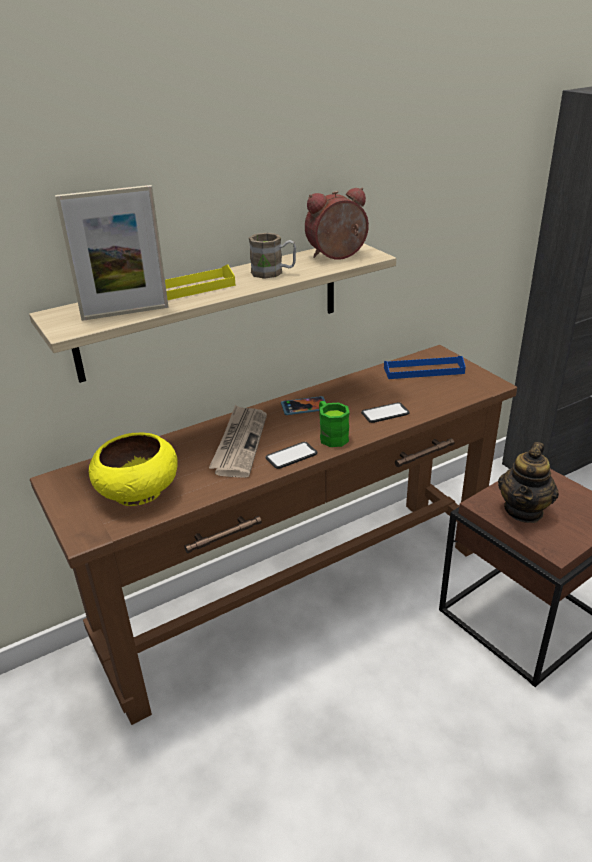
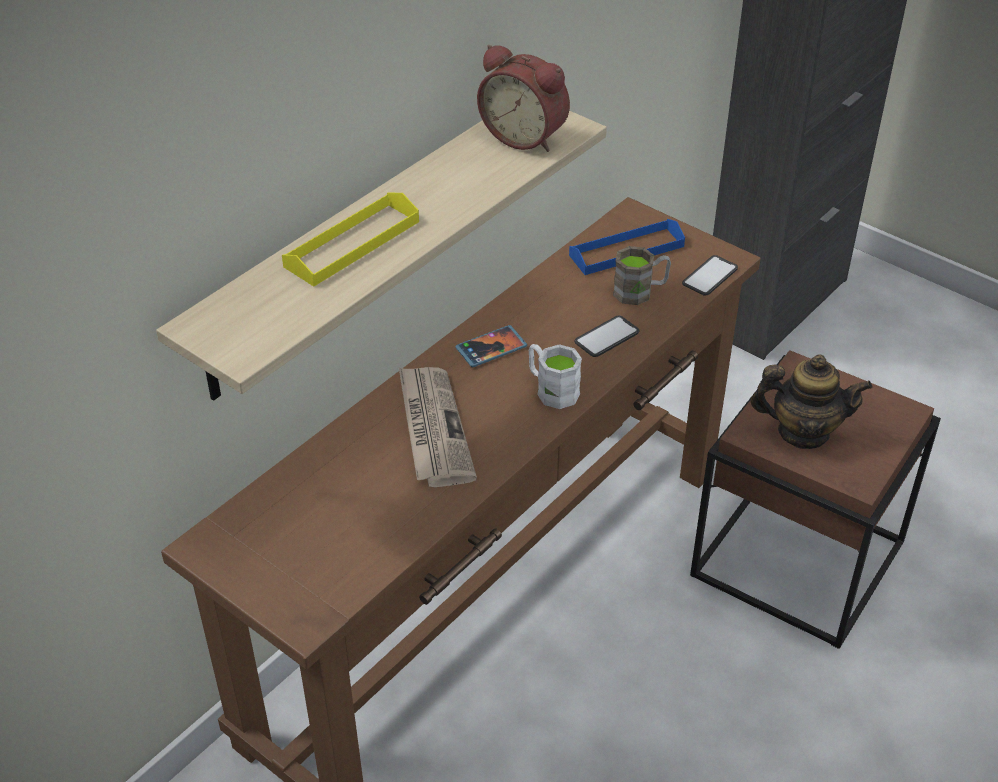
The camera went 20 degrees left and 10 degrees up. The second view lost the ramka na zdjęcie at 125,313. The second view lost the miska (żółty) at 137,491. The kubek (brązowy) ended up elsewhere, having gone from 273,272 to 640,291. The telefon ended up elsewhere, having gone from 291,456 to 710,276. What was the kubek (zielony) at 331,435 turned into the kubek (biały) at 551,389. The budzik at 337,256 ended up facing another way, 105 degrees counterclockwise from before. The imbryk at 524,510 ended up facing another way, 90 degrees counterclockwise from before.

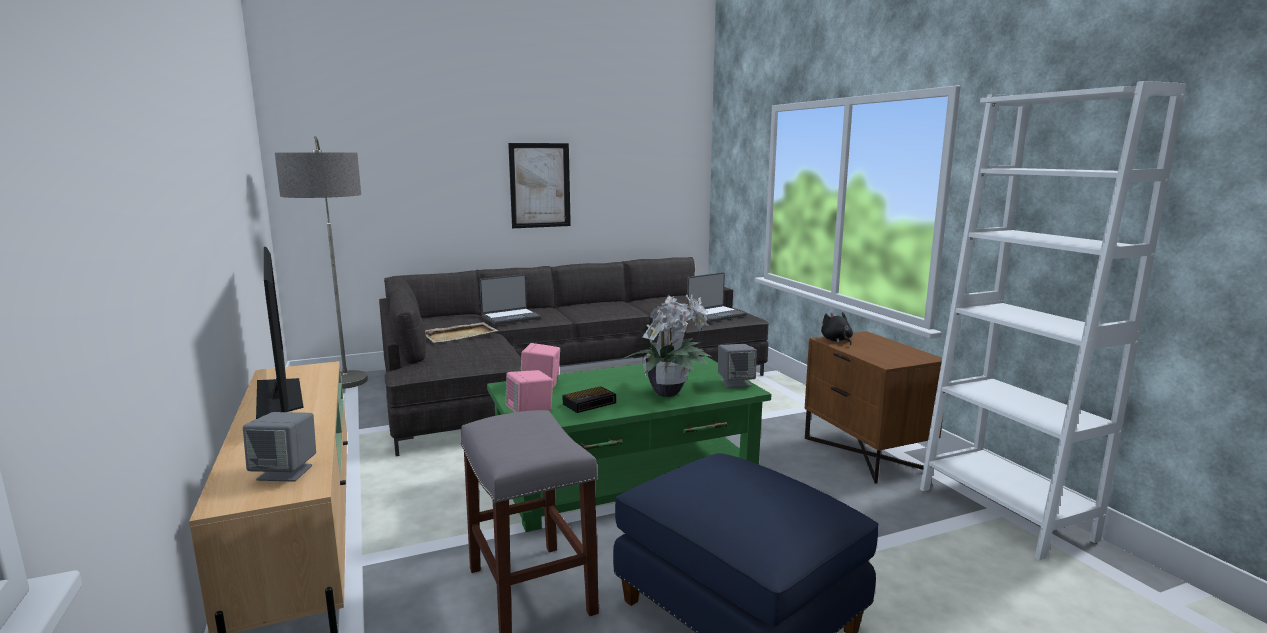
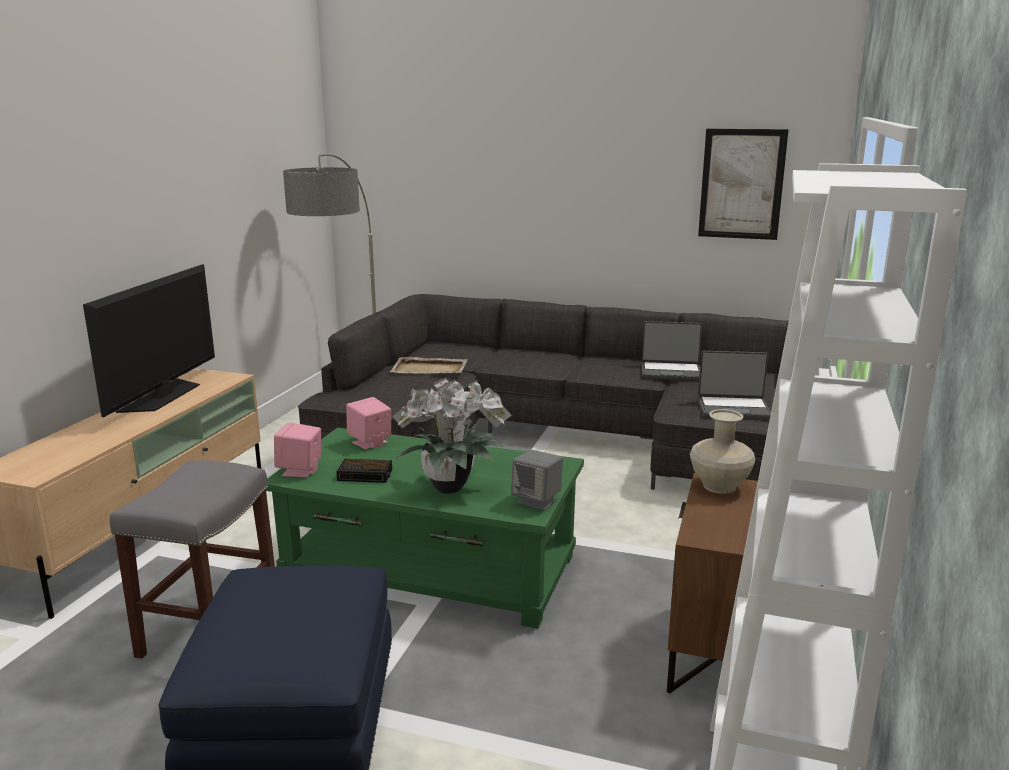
The camera went 40 degrees right and 5 degrees up. The second view lost the głośnik (szary) at 286,472. The laptop ended up elsewhere, having gone from 511,317 to 671,372. The obraz ended up elsewhere, having gone from 540,185 to 741,184. Where the pluszak (czarny) stood at 836,340, the wazon (beżowy) came to stand at 718,486.

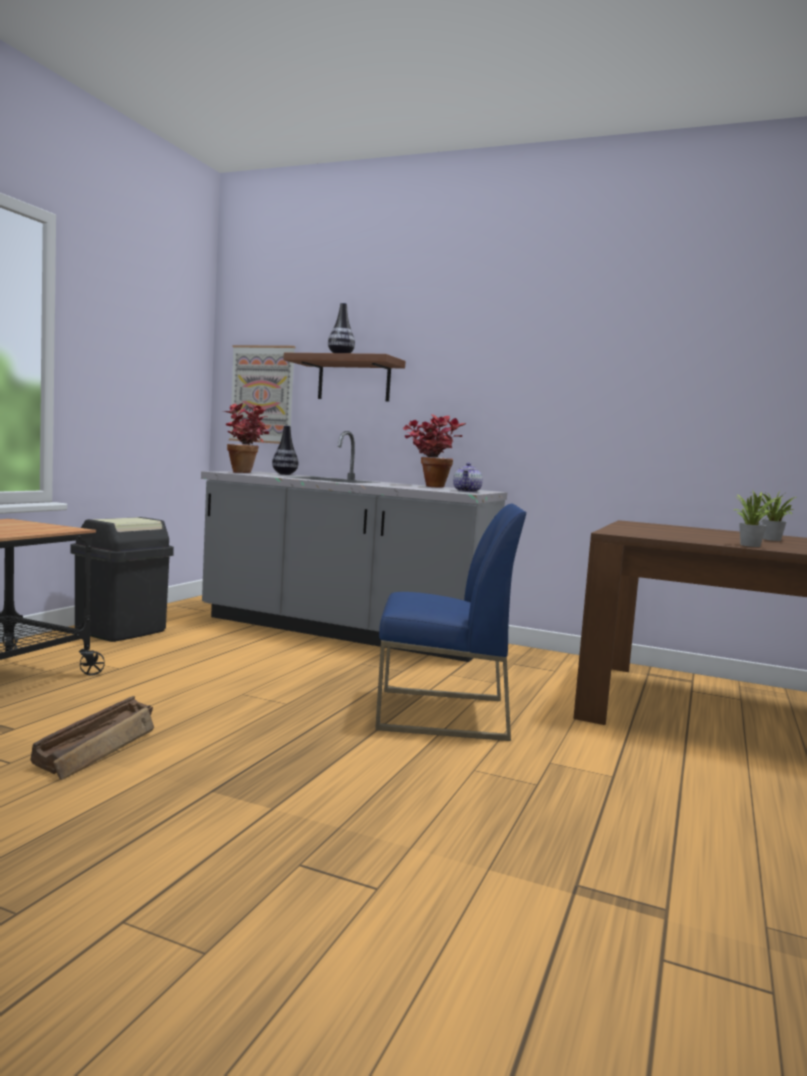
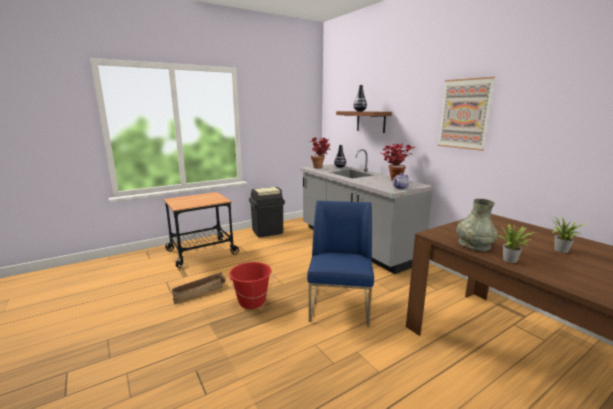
The camera went 35 degrees right and 10 degrees up. The second view gained the wiadro (czerwony) at 252,302. The second view gained the wazon (szary) at 474,245. The obraz ended up elsewhere, having gone from 262,394 to 464,114. The krzesło (niebieski) at 441,714 ended up facing another way, 120 degrees counterclockwise from before.

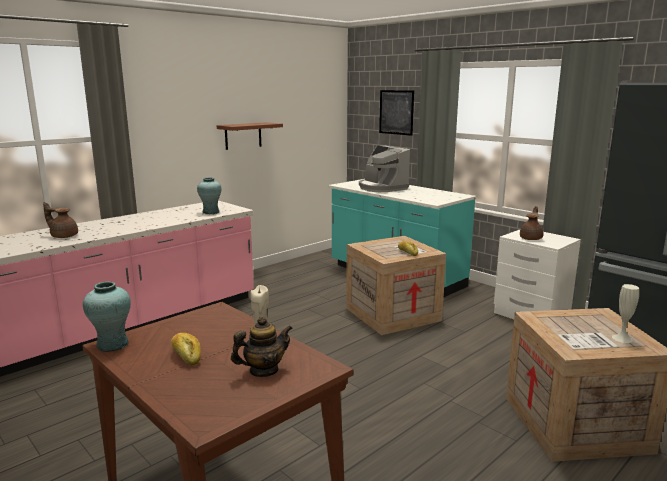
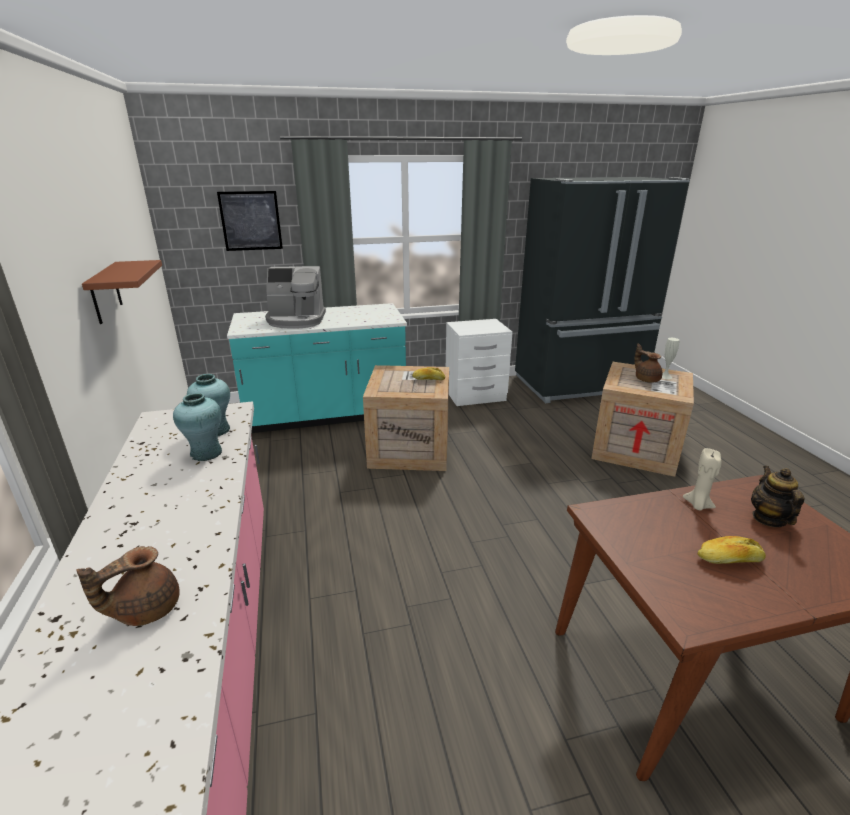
The camera went 60 degrees left and 10 degrees up. The wazon (turkusowy) ended up elsewhere, having gone from 112,344 to 206,453. The imbryk (brązowy) ended up elsewhere, having gone from 531,238 to 646,379.

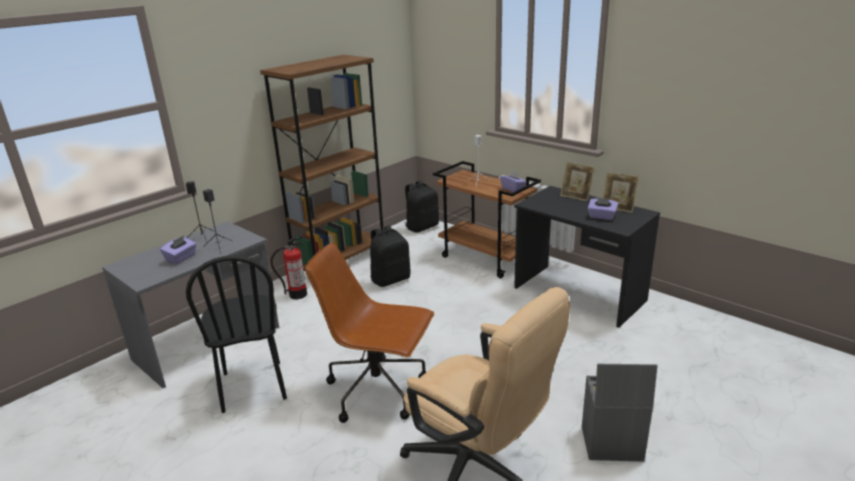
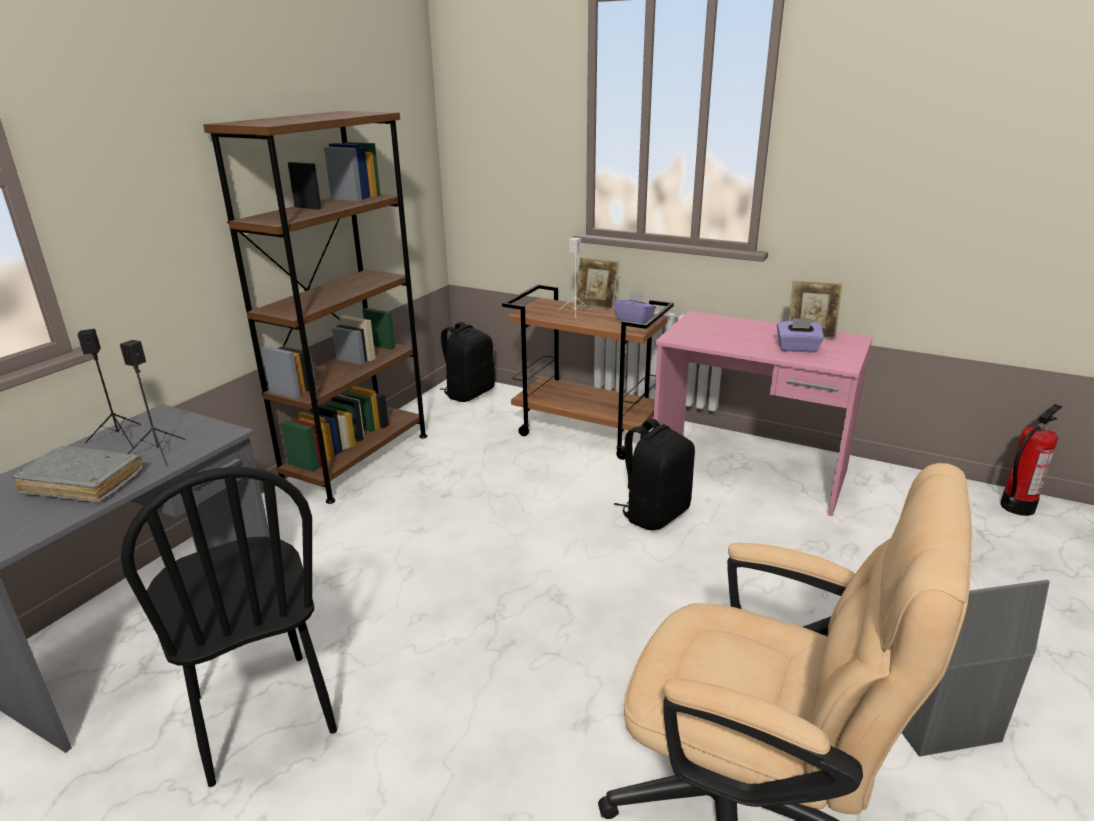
The camera went 15 degrees left and 0 degrees up. The second view lost the krzesło biurowe (brązowy) at 379,391. The gaśnica ended up elsewhere, having gone from 298,294 to 1016,507. The plecak (czarny) ended up elsewhere, having gone from 390,279 to 654,514. The ramka na zdjęcie ended up elsewhere, having gone from 576,197 to 596,306. Where the pudełko chusteczek (fioletowy) stood at 181,258, the książka (szary) came to stand at 83,483. What was the biurko (czarny) at 578,295 turned into the biurko (różowy) at 748,472.

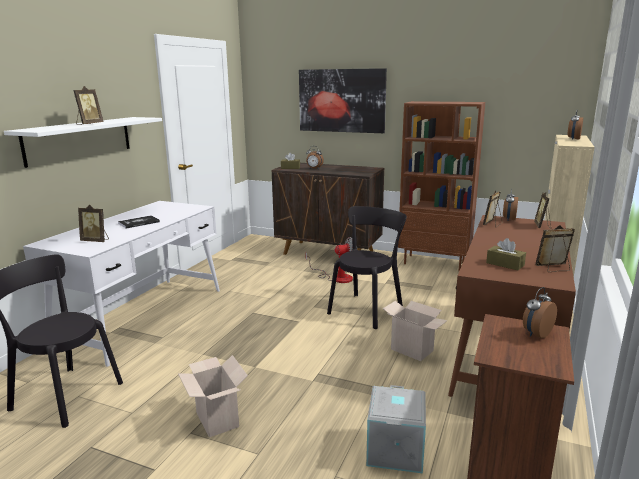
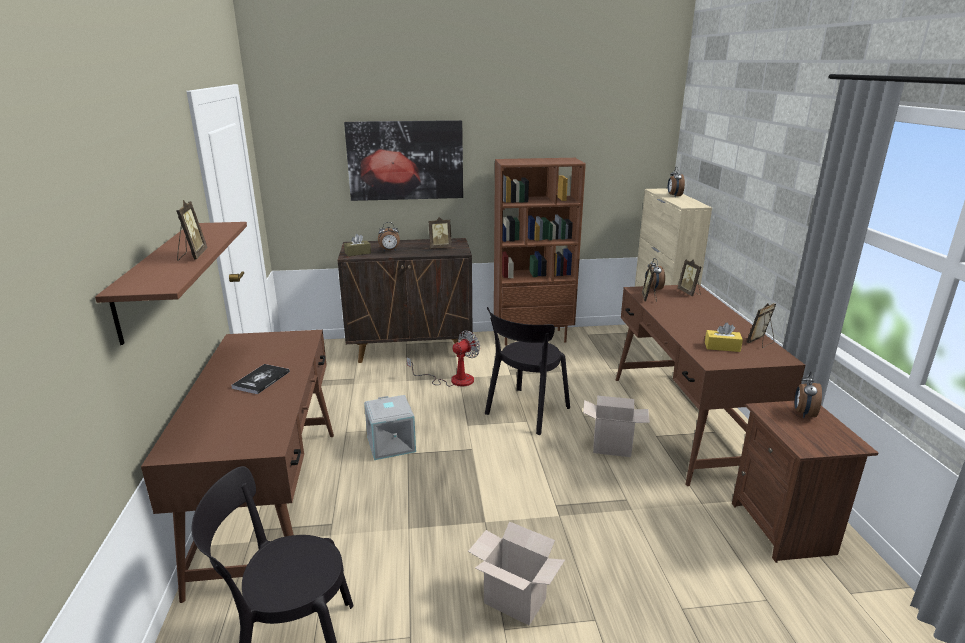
The camera went 30 degrees left and 5 degrees up. The ramka na zdjęcie ended up elsewhere, having gone from 96,241 to 440,247. The pojemnik do przechowywania (szary) ended up elsewhere, having gone from 396,450 to 392,444. What was the półka (biały) at 79,140 turned into the półka (brązowy) at 156,278. What was the biurko (biały) at 143,316 turned into the biurko (brązowy) at 271,503. What was the pudełko chusteczek (brązowy) at 505,264 turned into the pudełko chusteczek (żółty) at 722,347. The krzesło (czarny) at 367,309 ended up facing another way, 150 degrees counterclockwise from before.

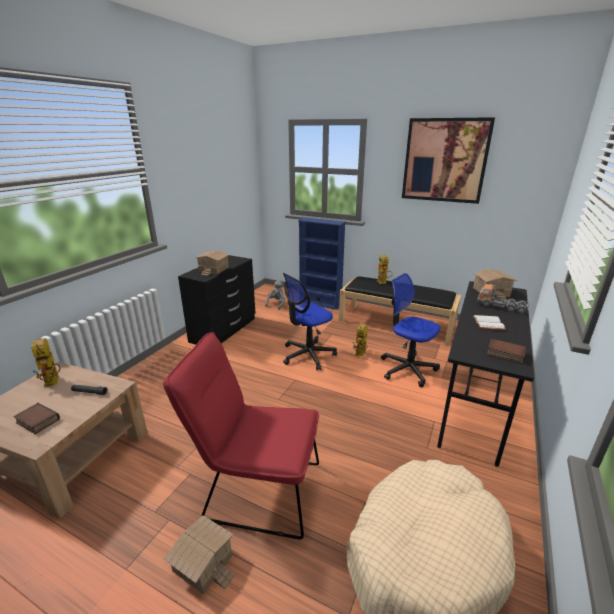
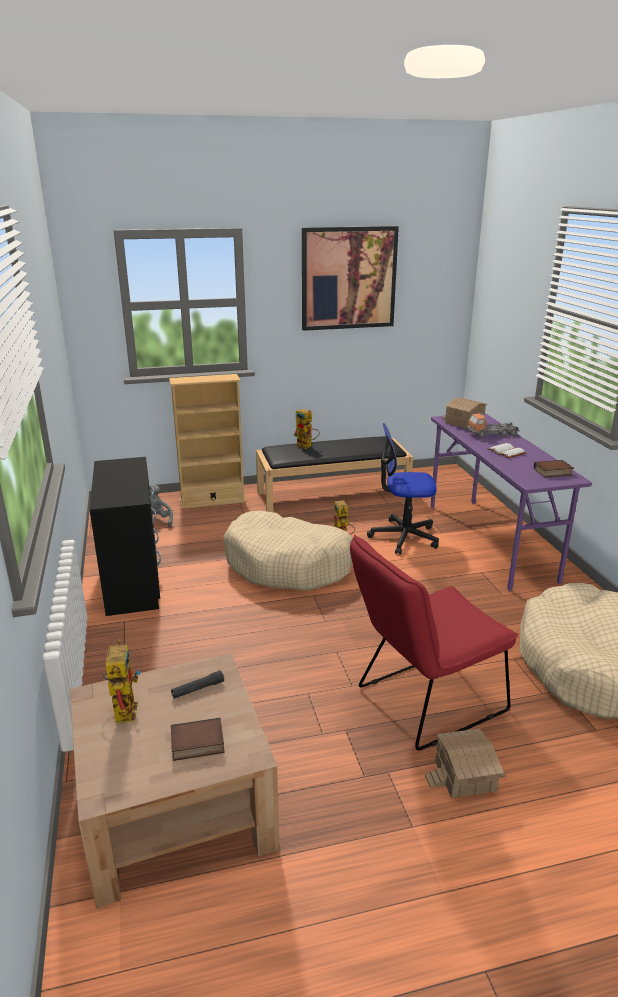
The camera went 40 degrees left and 0 degrees up. The second view lost the domek at 214,269. Where the krzesło biurowe stood at 308,355, the legowisko (beżowy) came to stand at 288,565. What was the regał (niebieski) at 320,303 turned into the regał (beżowy) at 212,501. What was the biurko (czarny) at 475,401 turned into the biurko (fioletowy) at 490,541. The robot zabawkowy at 53,383 ended up facing another way, 120 degrees counterclockwise from before.

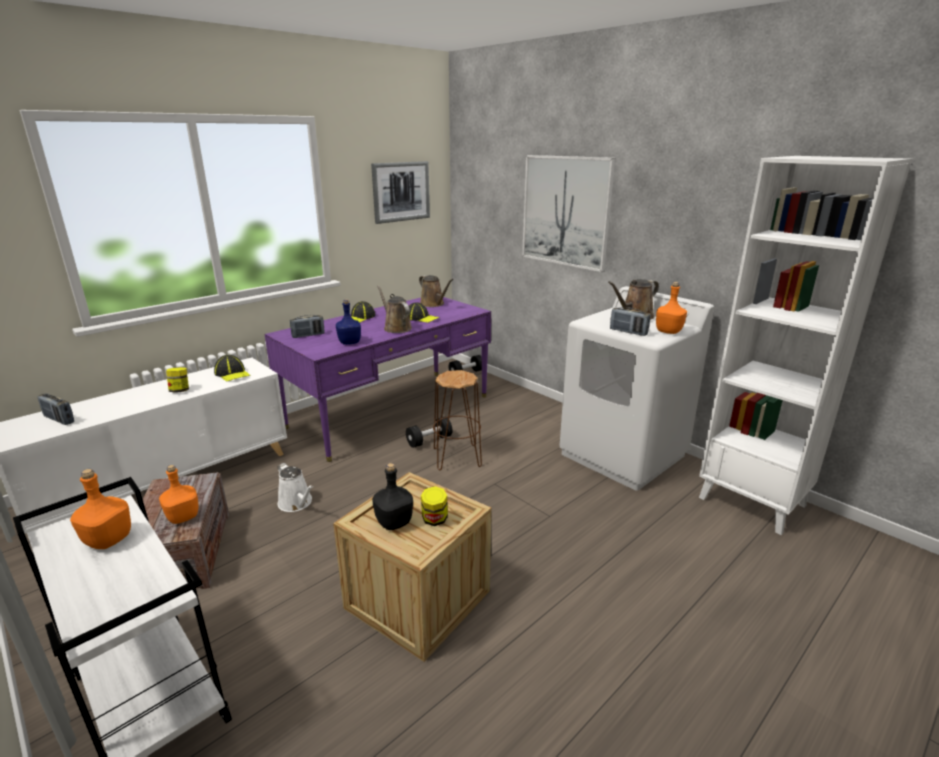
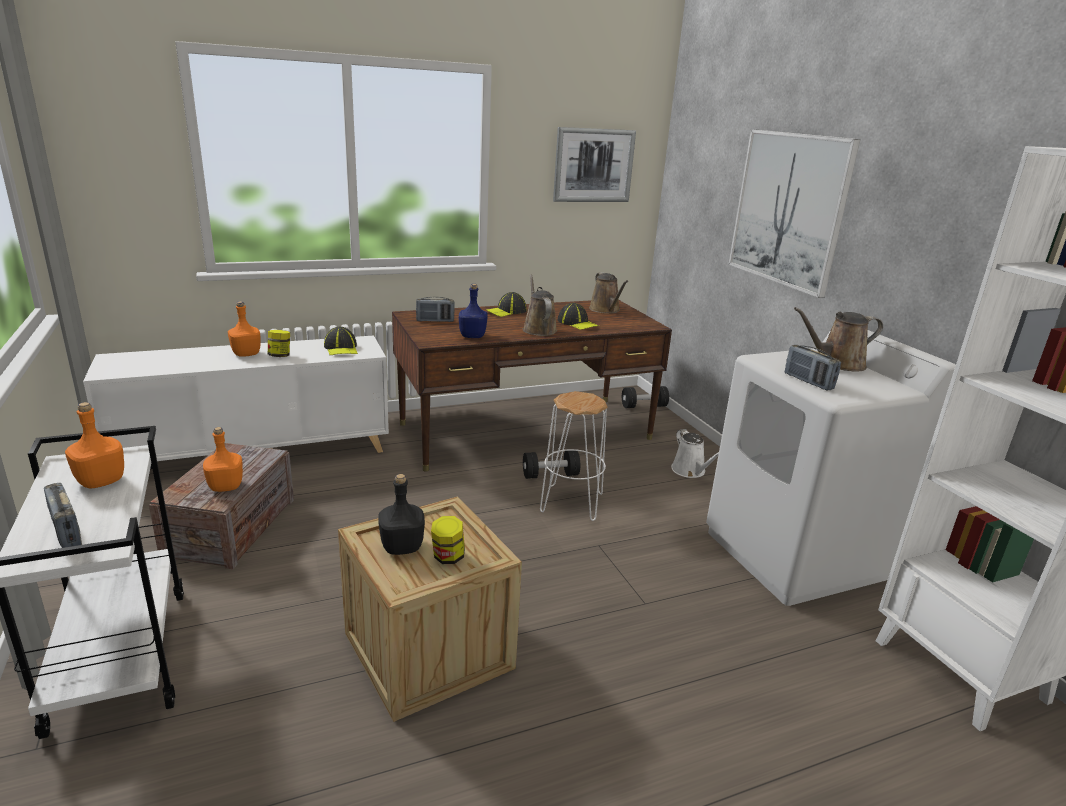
The camera went 20 degrees right and 0 degrees up. The radio ended up elsewhere, having gone from 59,419 to 67,535. The konewka (biały) ended up elsewhere, having gone from 297,503 to 690,471. The butelka (pomarańczowy) ended up elsewhere, having gone from 668,331 to 246,354. What was the biurko (fioletowy) at 390,411 turned into the biurko (brązowy) at 525,431. What was the stołek (brązowy) at 457,457 turned into the stołek (biały) at 571,503.

